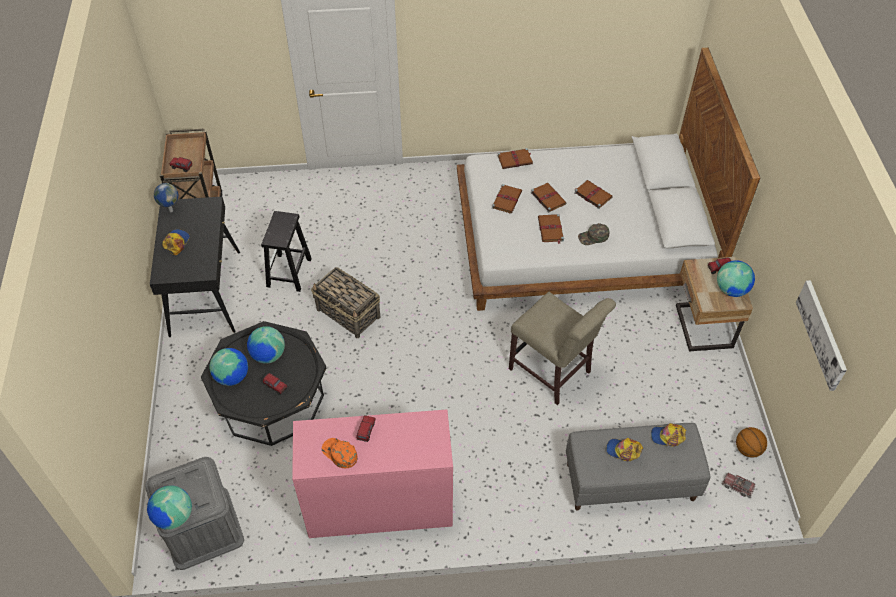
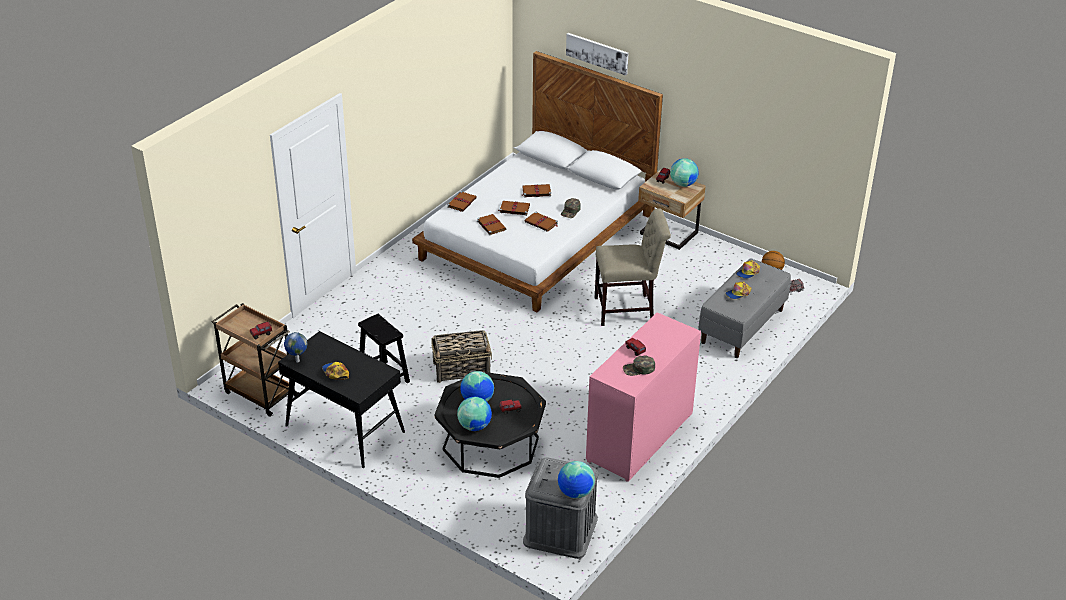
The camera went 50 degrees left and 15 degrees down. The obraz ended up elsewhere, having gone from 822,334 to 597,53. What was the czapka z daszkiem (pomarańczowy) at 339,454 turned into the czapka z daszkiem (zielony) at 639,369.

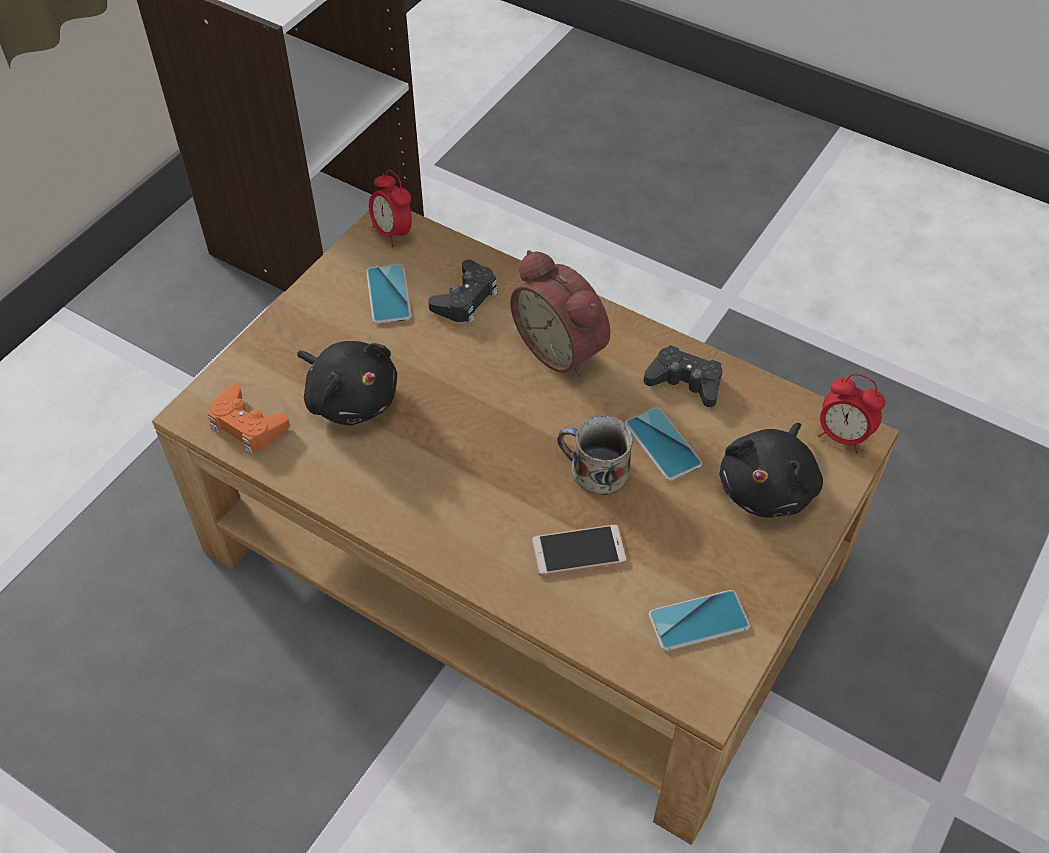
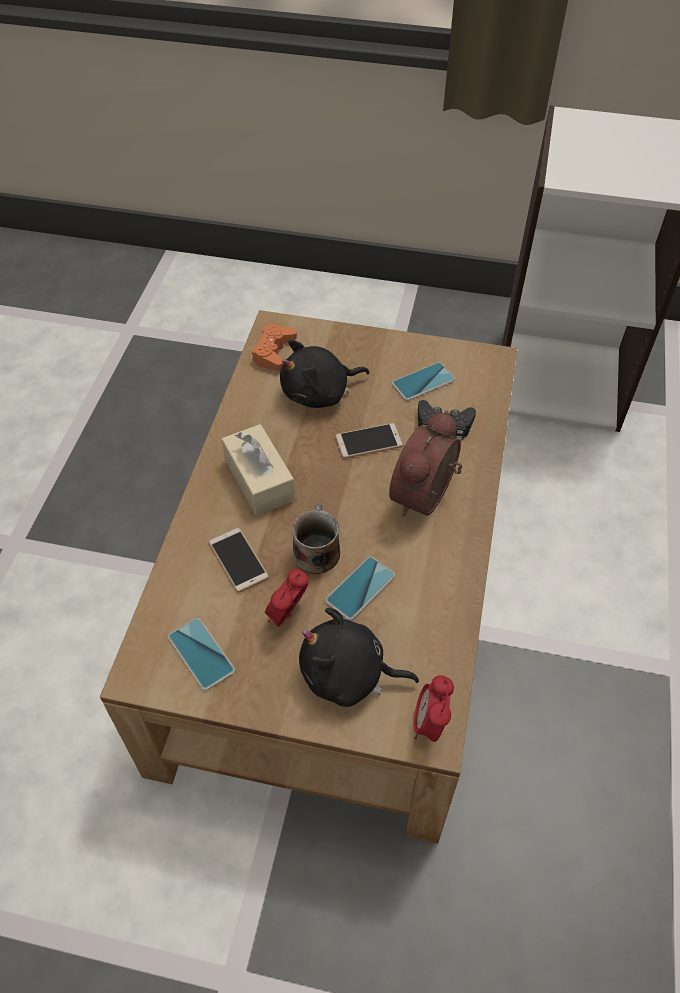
The camera went 70 degrees right and 0 degrees up. The second view lost the pad do gier (czarny) at 685,382. The second view gained the pudełko chusteczek (beżowy) at 259,480. The second view gained the telefon at 369,441. The budzik ended up elsewhere, having gone from 392,233 to 288,615. The pluszak (czarny) at 350,398 ended up facing another way, 45 degrees clockwise from before.

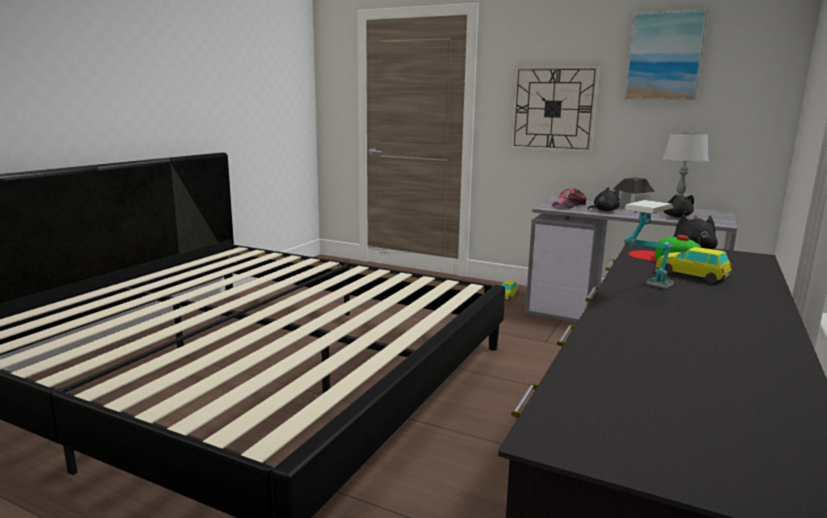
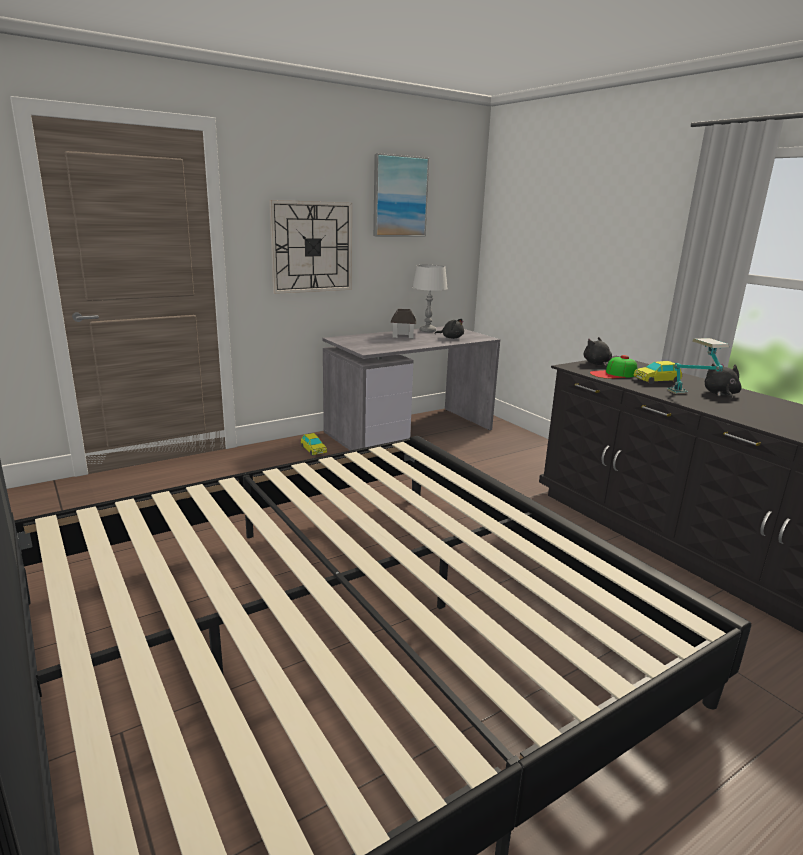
The camera went 60 degrees left and 5 degrees up. The second view lost the czapka z daszkiem at 569,205. The pluszak (czarny) ended up elsewhere, having gone from 604,210 to 720,394.

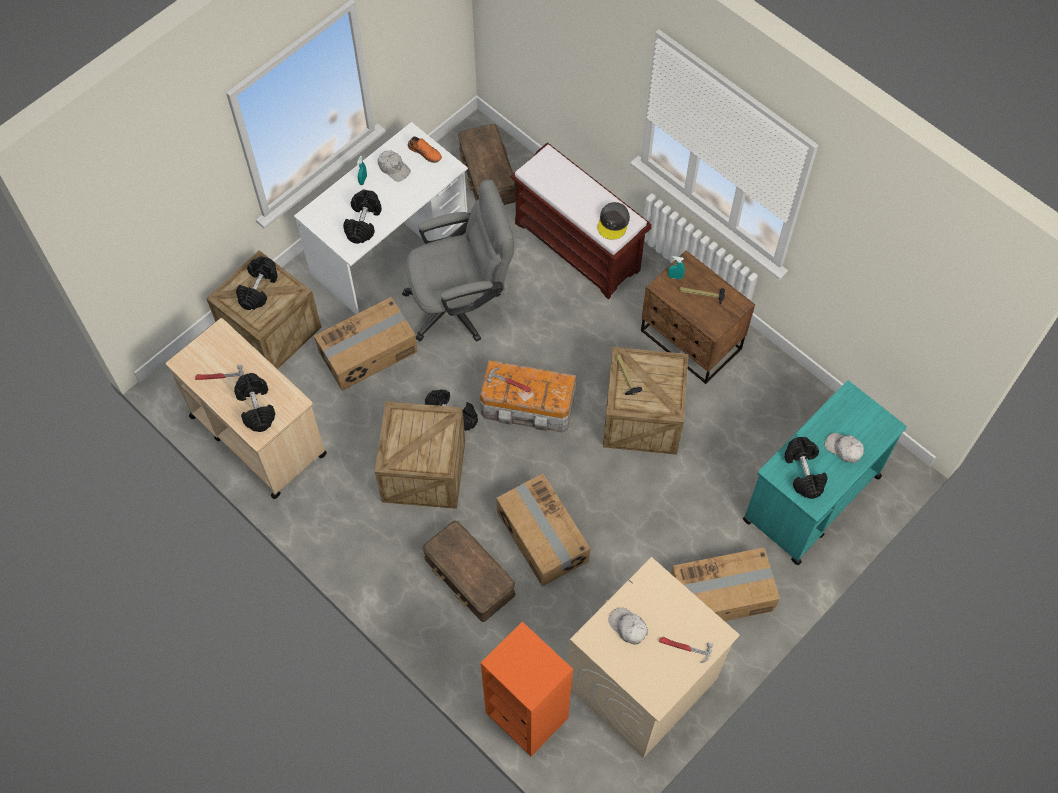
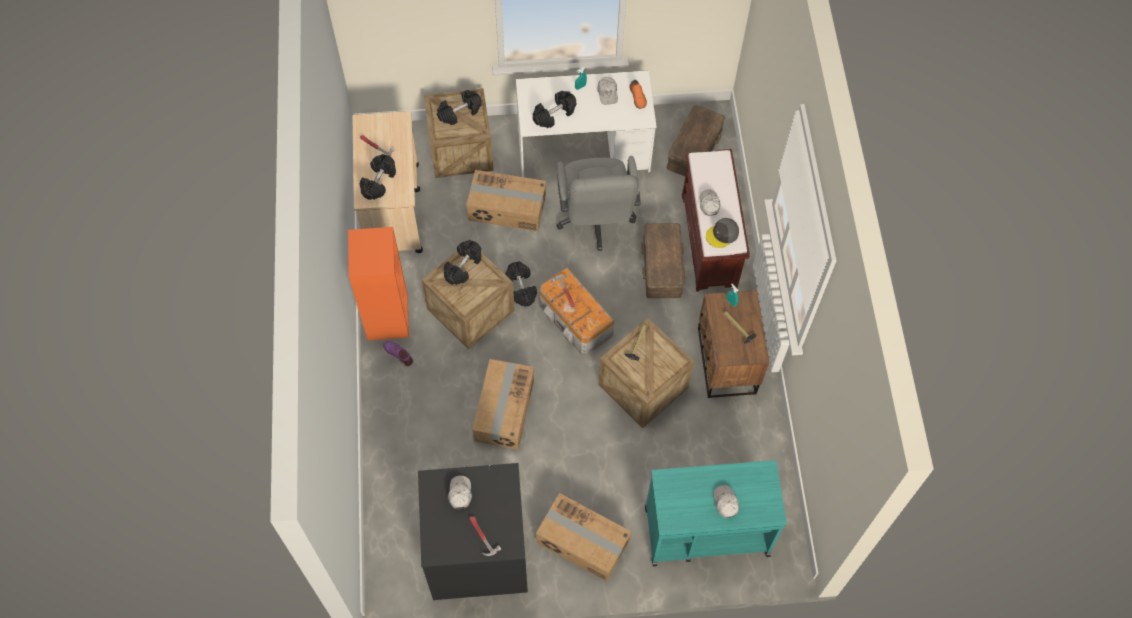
The camera went 40 degrees right and 0 degrees up. The second view gained the but (fioletowy) at 398,354. The second view gained the czapka z daszkiem (biały) at 709,204. The pojemnik do przechowywania (brązowy) ended up elsewhere, having gone from 468,576 to 661,266. The regał (pomarańczowy) ended up elsewhere, having gone from 525,715 to 387,316. The hantel (czarny) ended up elsewhere, having gone from 804,472 to 463,267. What was the pralka (beżowy) at 641,682 turned into the pralka (czarny) at 477,553. The krzesło biurowe (szary) at 461,304 ended up facing another way, 60 degrees clockwise from before.

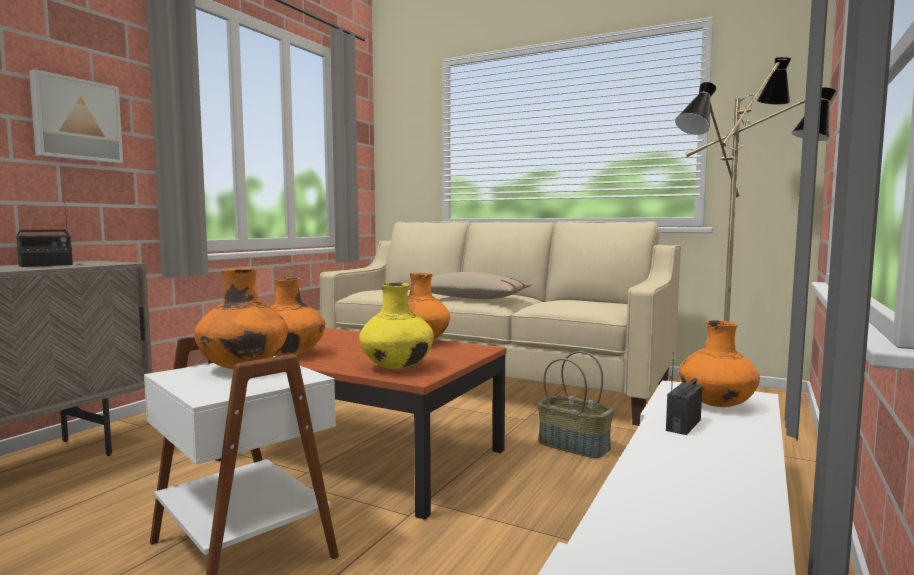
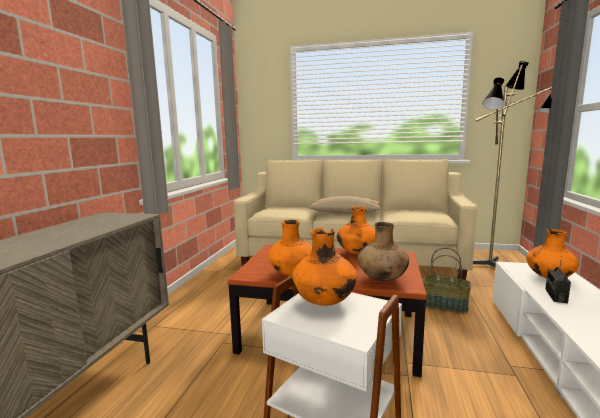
The camera went 15 degrees left and 5 degrees up. The second view lost the radio at 46,265. The second view lost the obraz at 76,120. What was the wazon (żółty) at 397,367 turned into the wazon (brązowy) at 382,278.

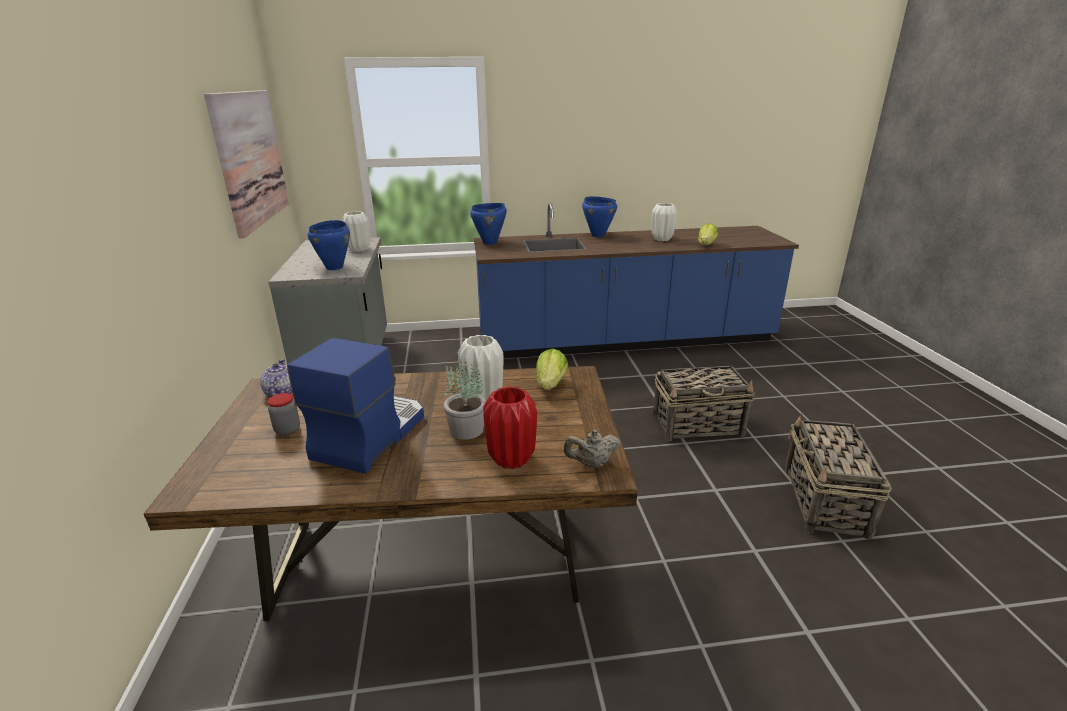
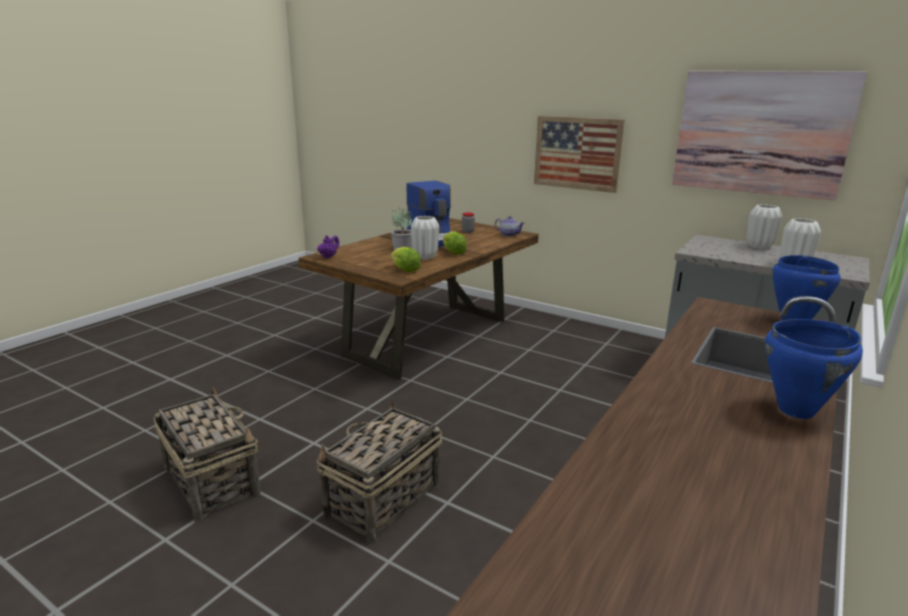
The camera went 130 degrees right and 5 degrees down. The second view lost the garnek (niebieski) at 335,267. The second view lost the wazon (czerwony) at 511,459. The second view gained the obraz at 577,153. The wazon (biały) ended up elsewhere, having gone from 661,239 to 759,247. The sałata ended up elsewhere, having gone from 706,245 to 453,253. What was the imbryk (beżowy) at 591,464 turned into the imbryk (fioletowy) at 328,256.

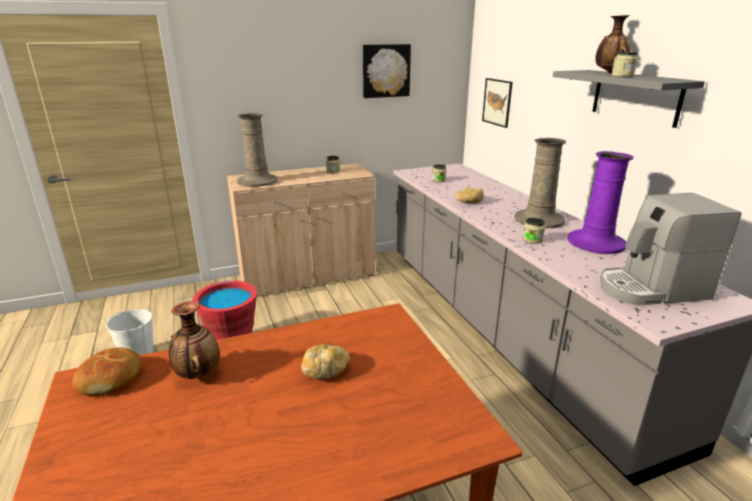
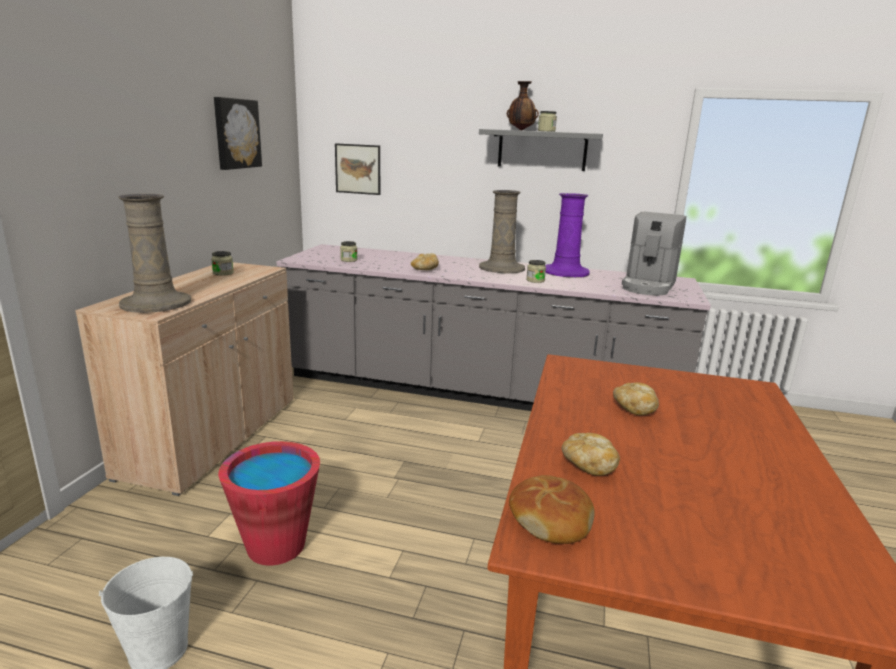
The camera went 55 degrees left and 5 degrees down. Where the wazon stood at 197,374, the chleb came to stand at 588,465.

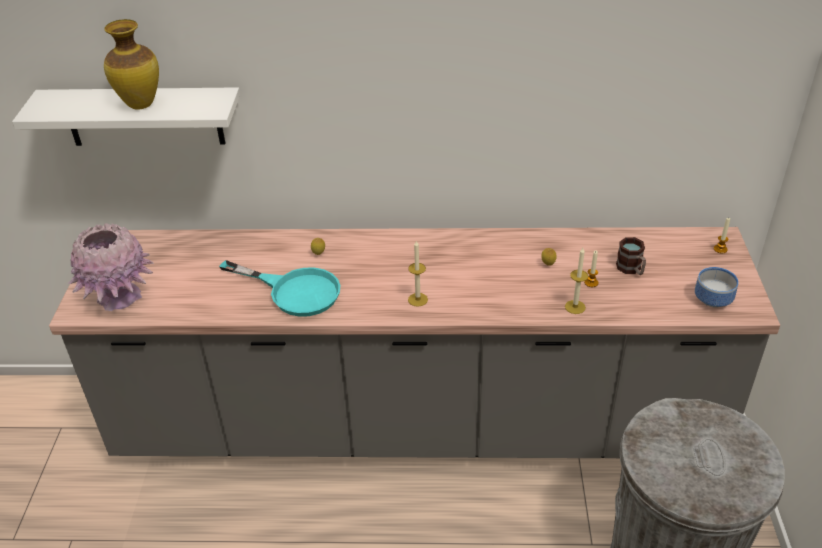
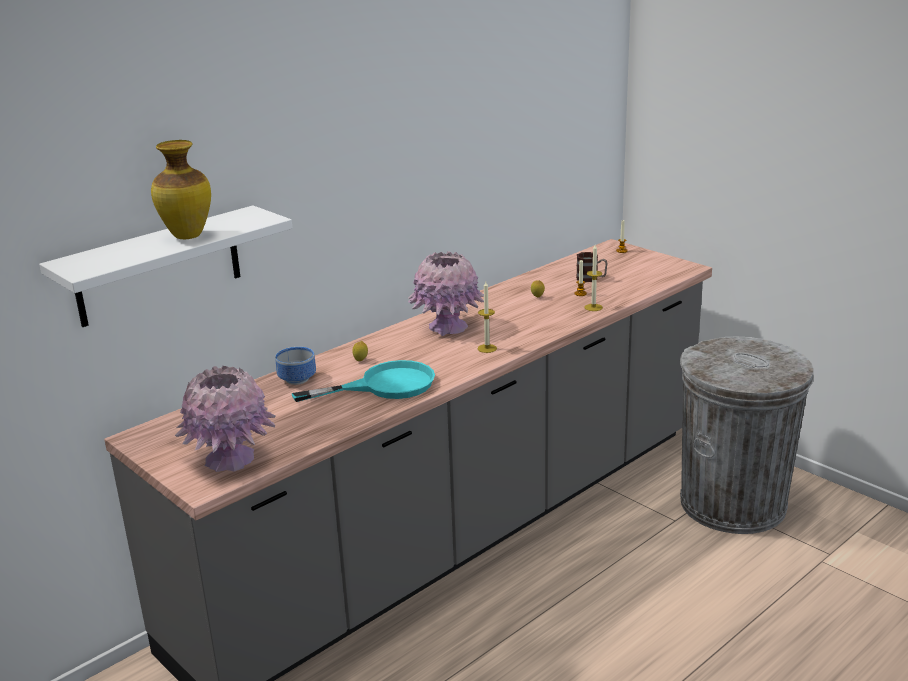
The camera went 45 degrees left and 15 degrees down. The second view gained the wazon (różowy) at 447,327. The miska ended up elsewhere, having gone from 711,299 to 295,379.

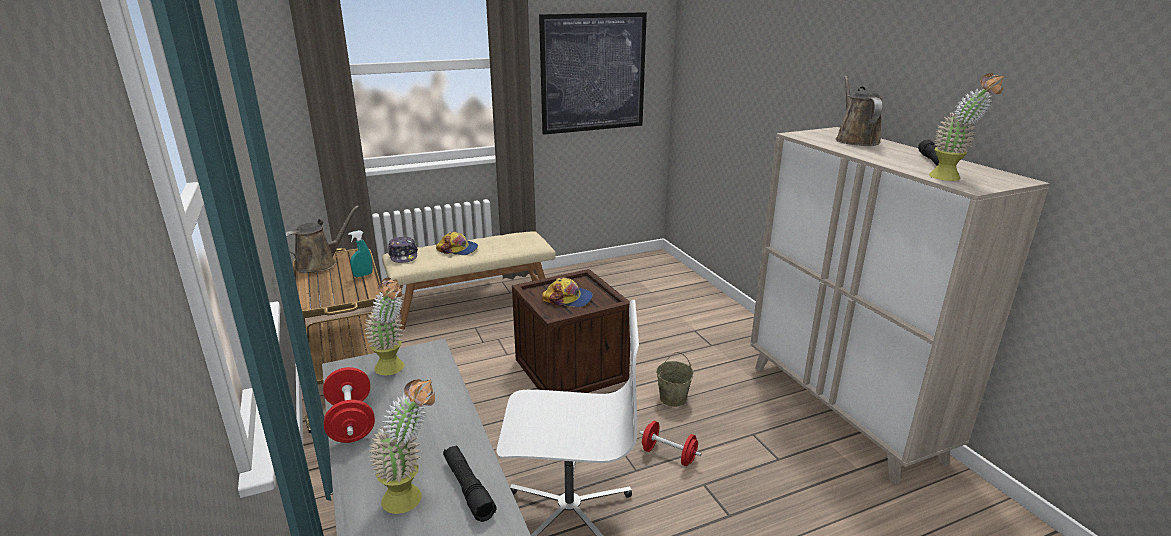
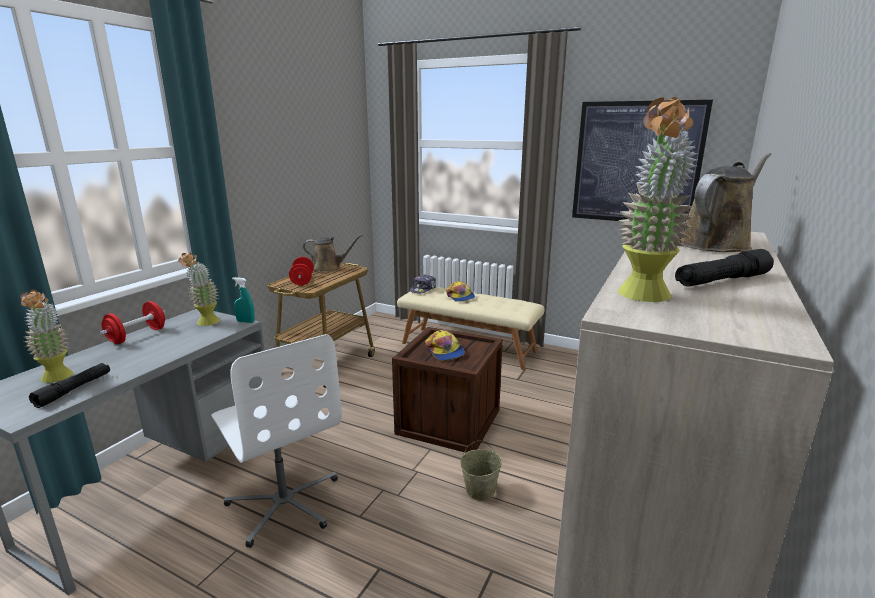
The camera went 50 degrees right and 5 degrees down. The spryskiwacz (turkusowy) ended up elsewhere, having gone from 363,275 to 245,322. The hantel (czerwony) ended up elsewhere, having gone from 668,455 to 302,281.

